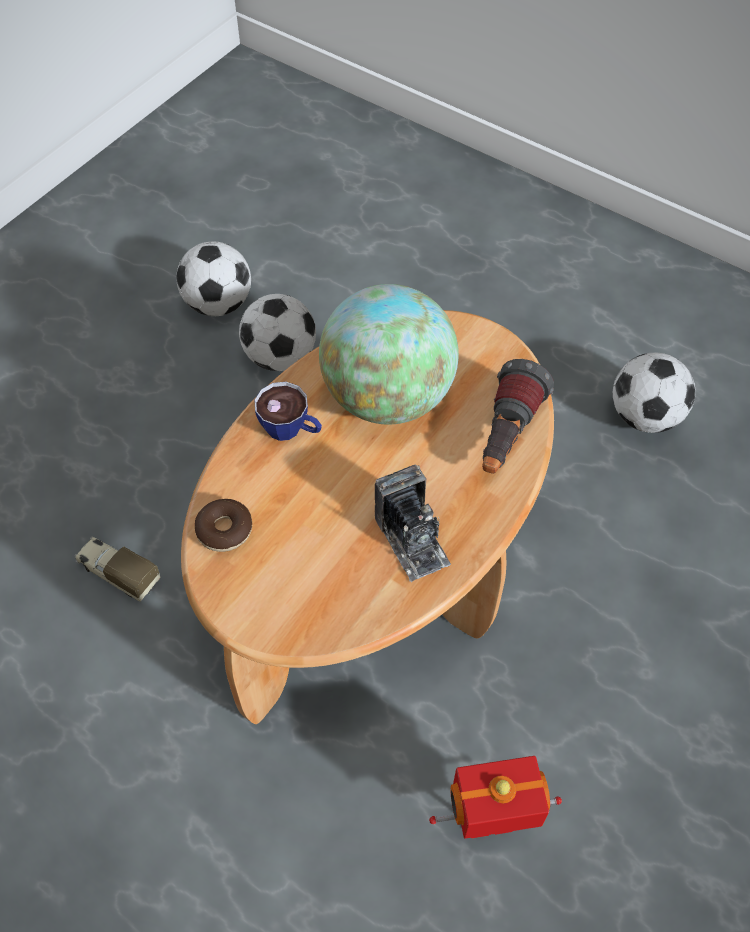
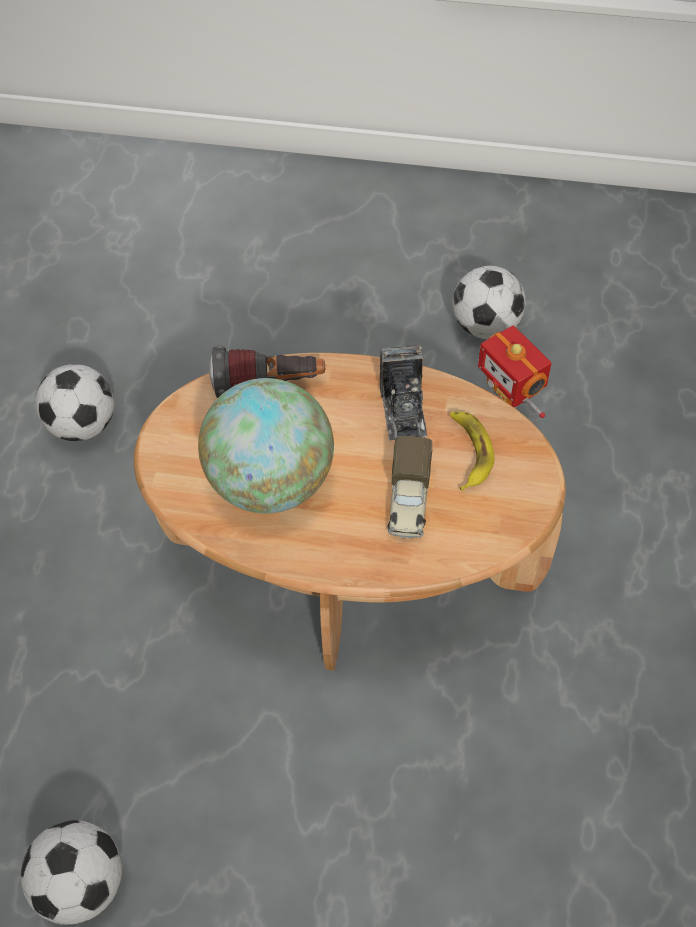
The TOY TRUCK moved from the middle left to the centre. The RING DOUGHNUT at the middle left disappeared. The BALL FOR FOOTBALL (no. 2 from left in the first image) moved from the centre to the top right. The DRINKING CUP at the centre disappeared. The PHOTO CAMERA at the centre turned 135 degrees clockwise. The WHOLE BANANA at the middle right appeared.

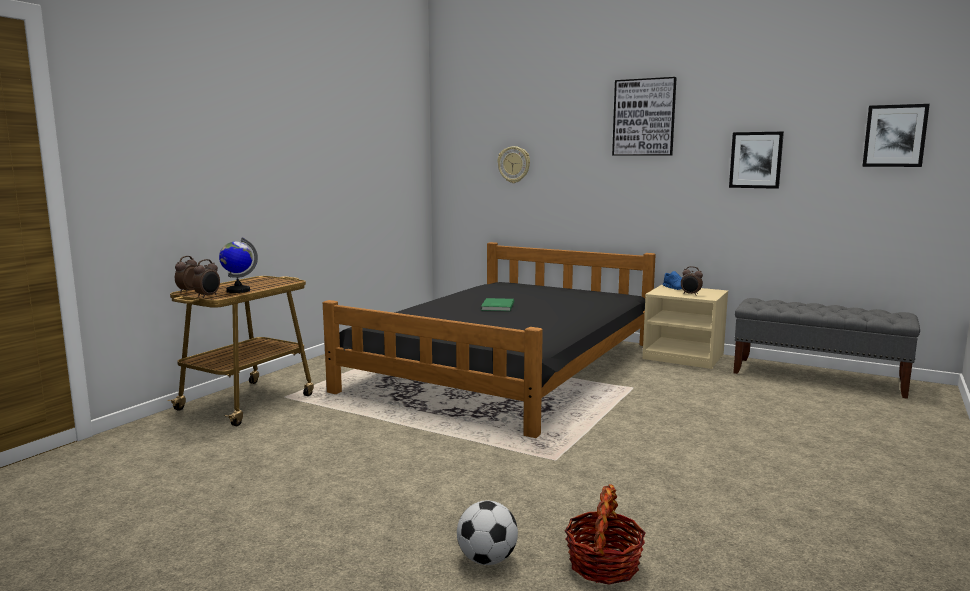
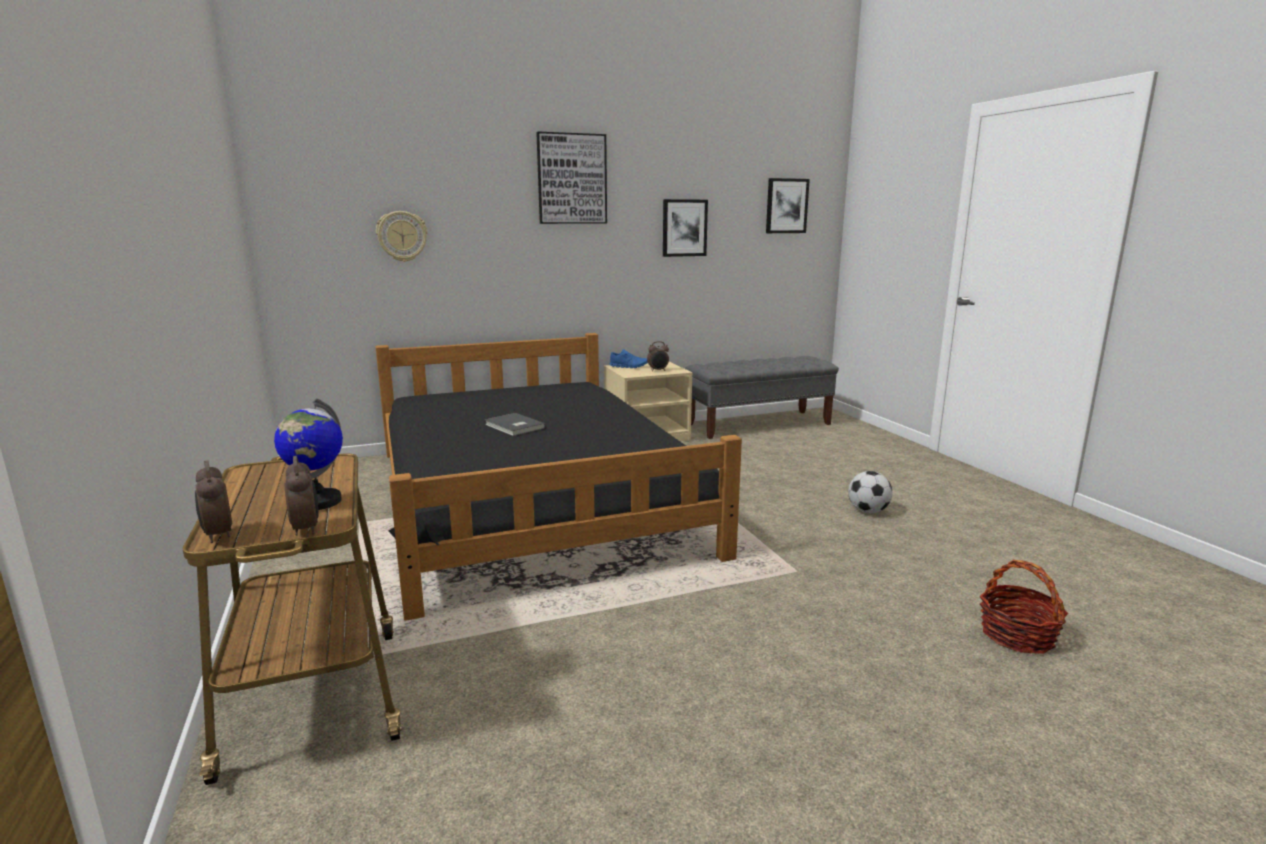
The BALL FOR FOOTBALL moved from the bottom centre to the middle right. The GREEN BOOK at the centre became the GREY BOOK at the centre.

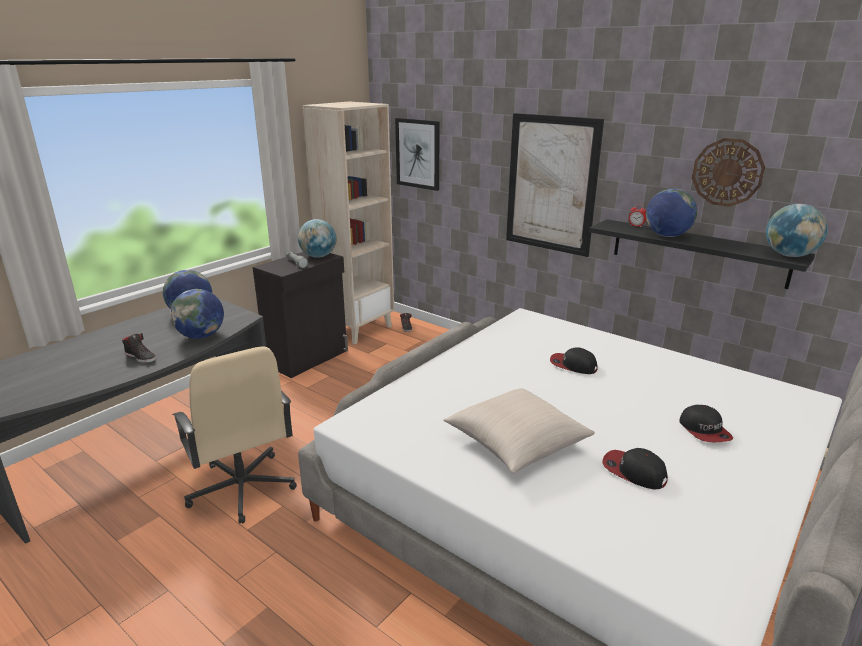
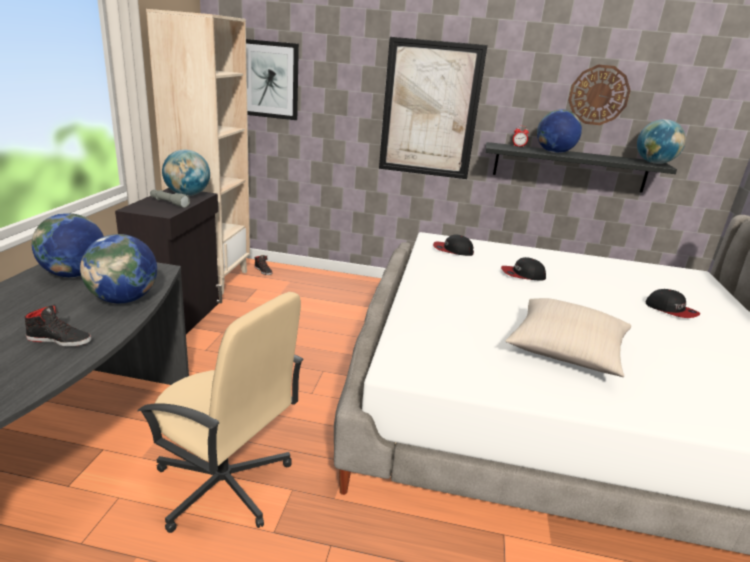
The CAP (no. 2 from left in the first image) moved from the bottom right to the centre.

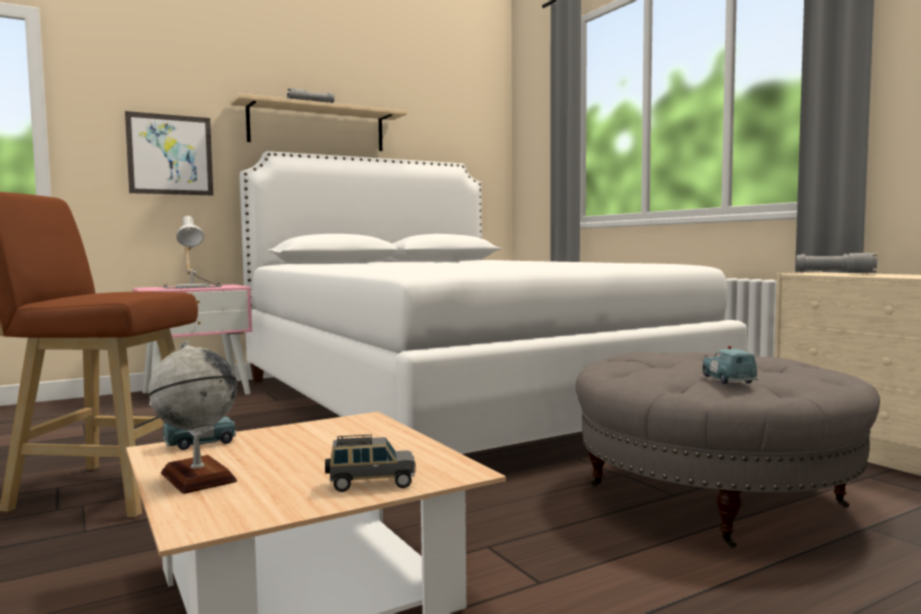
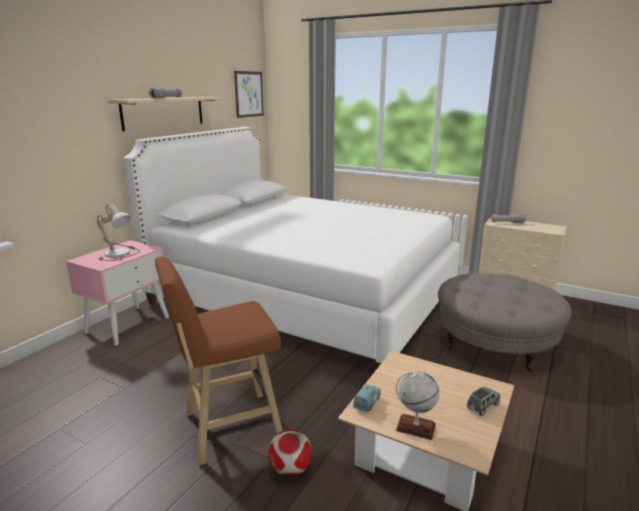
The WALL ART moved from the top left to the top centre. The BLUE TOY CAR (no. 2 from left) at the middle right disappeared. The BALL FOR FOOTBALL at the bottom centre appeared.

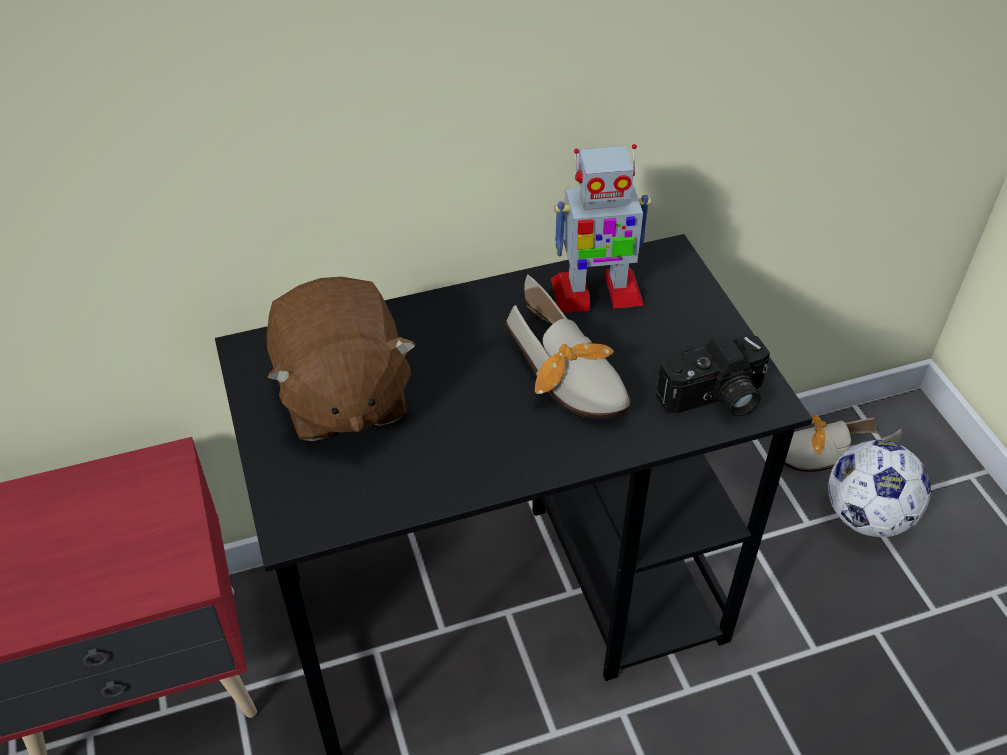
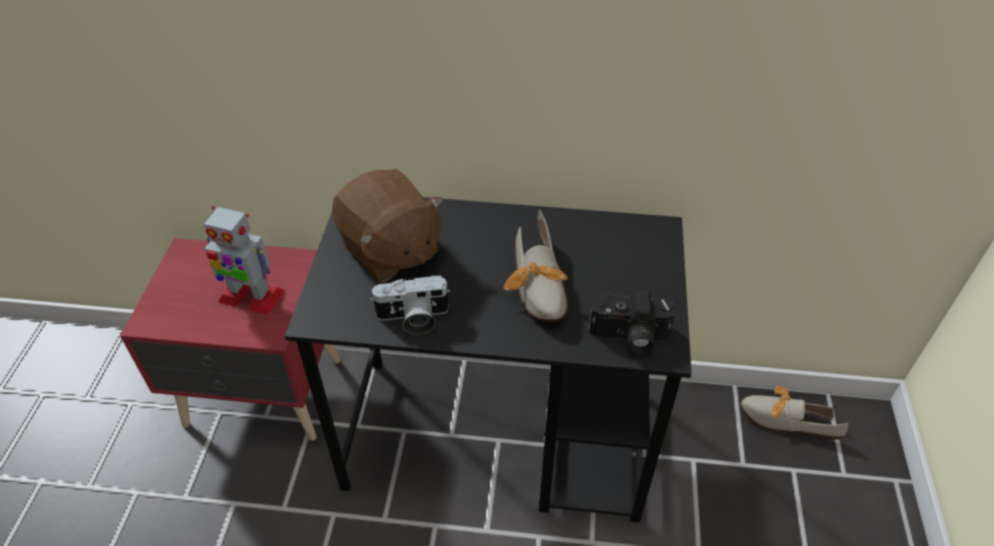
The BROWN-COLOURED PLUSH TOY at the centre turned 45 degrees counterclockwise. The ROBOT FIGURE moved from the top centre to the middle left. The BALL FOR FOOTBALL at the middle right disappeared. The PHOTO CAMERA (no. 1 from left) at the centre appeared.

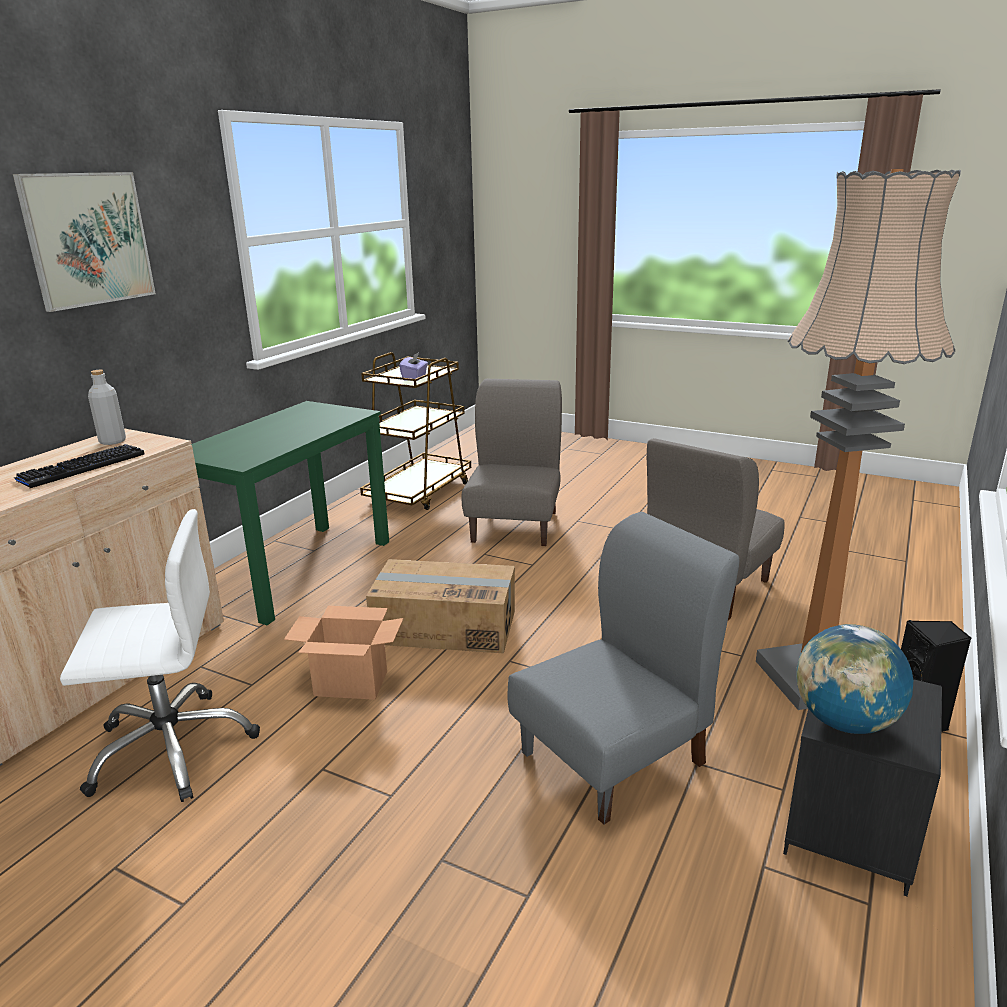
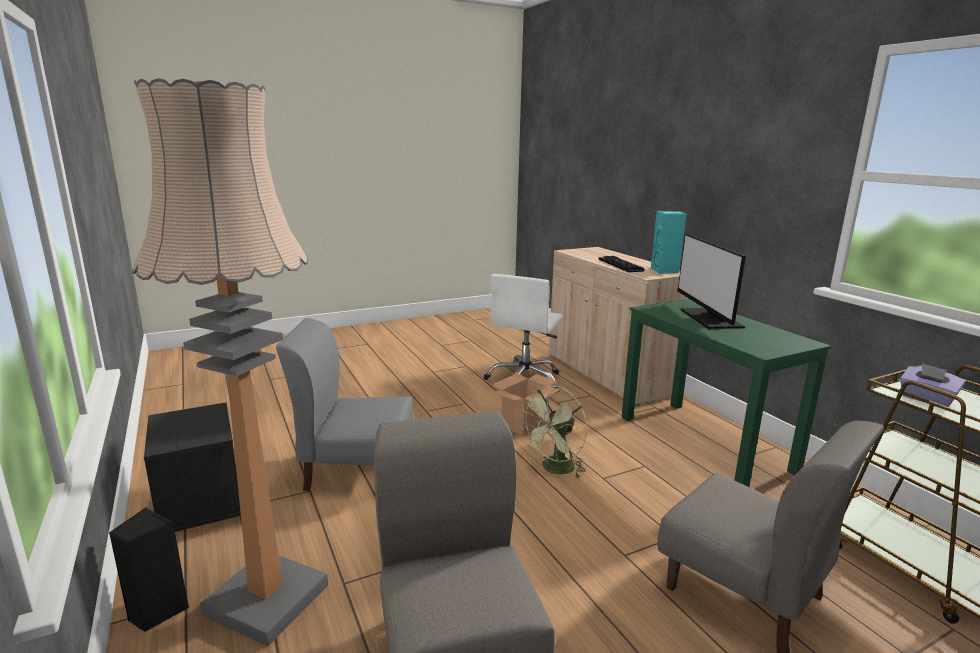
The WALL ART at the top left disappeared. The GREY BEVERAGE BOTTLE at the middle left was replaced by the TURQUOISE LOUDSPEAKER at the middle right. The CARTON (no. 2 from left) at the centre was replaced by the GREEN FAN at the centre. The GREY PLAIN CHAIR (no. 2 from left in the first image) at the centre turned 90 degrees clockwise. The DESK GLOBE at the bottom right disappeared. The MONITOR at the middle right appeared.

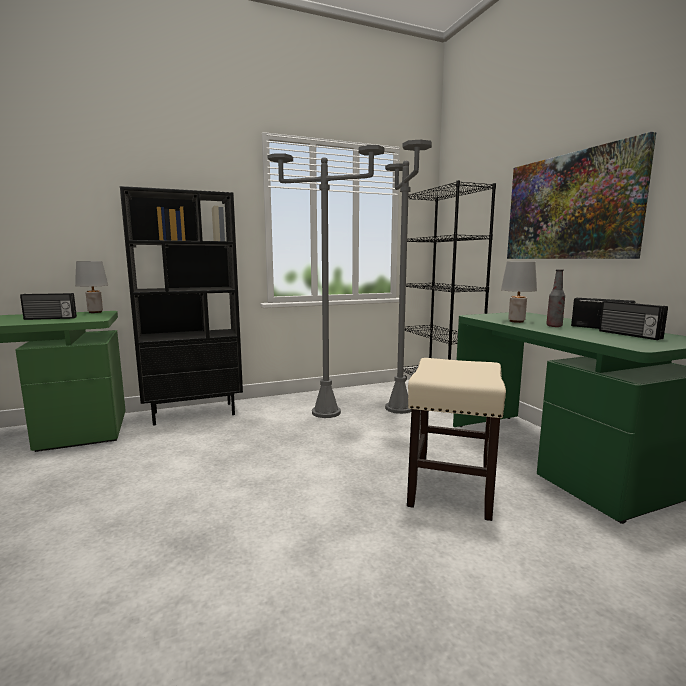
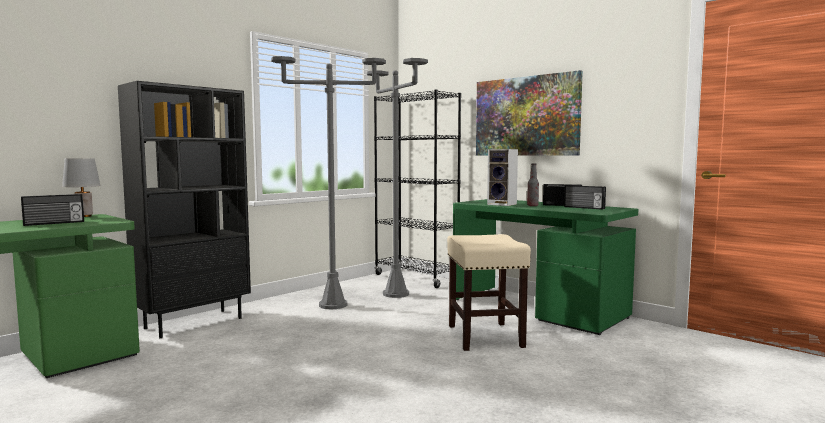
The GREY TABLETOP LAMP (no. 2 from left) at the middle right was replaced by the LOUDSPEAKER at the centre.

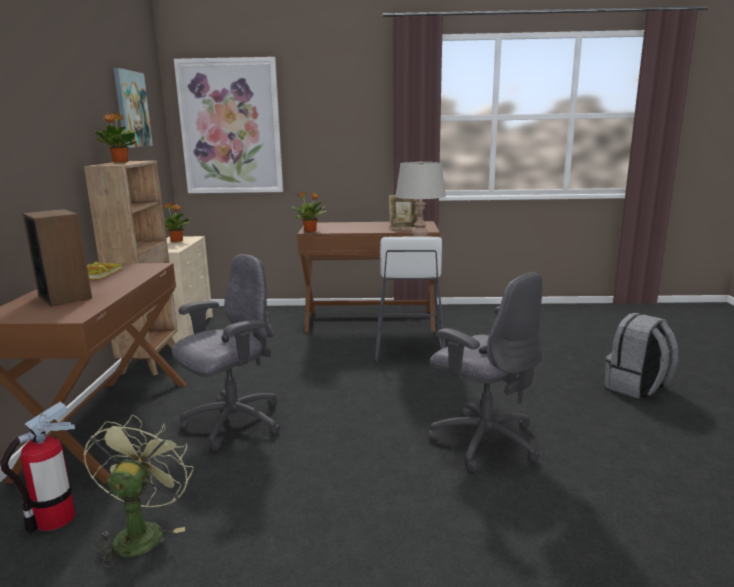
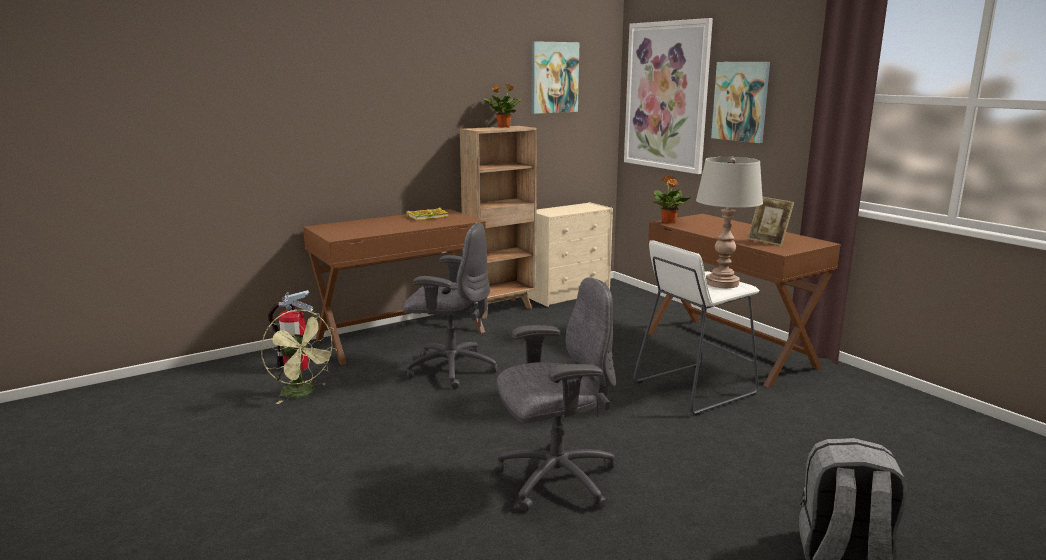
The LOUDSPEAKER at the middle left disappeared. The GREEN FAN at the bottom left turned 75 degrees clockwise. The POTTED PLANT (no. 2 from left) at the middle left disappeared. The GREY COMPUTER CHAIR (no. 2 from left) at the centre turned 120 degrees counterclockwise. The WALL ART (no. 3 from left) at the top right appeared.

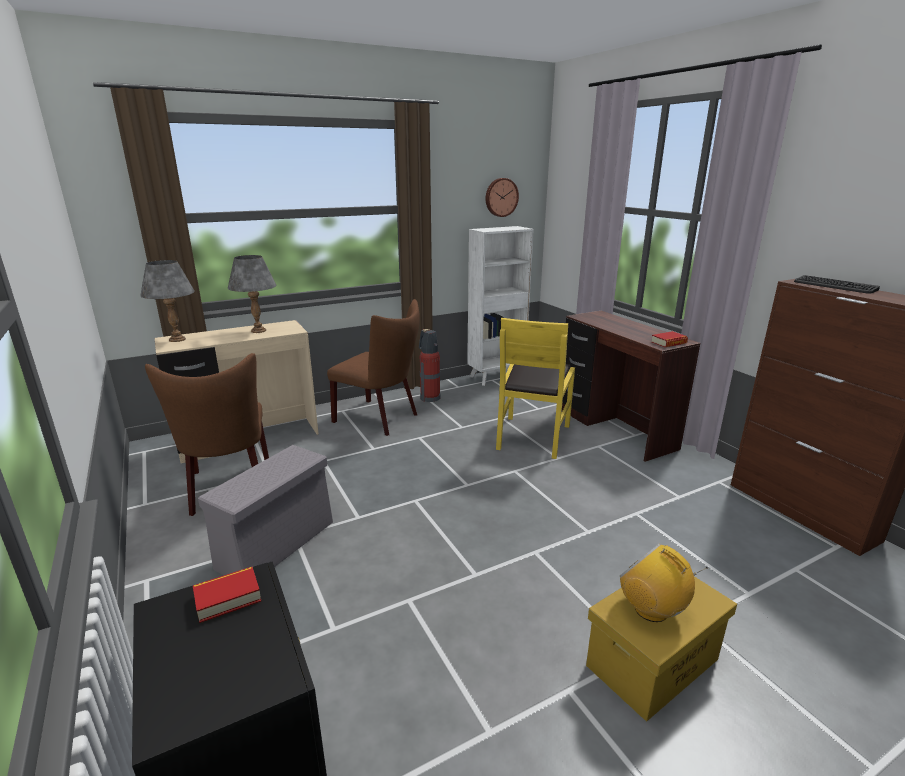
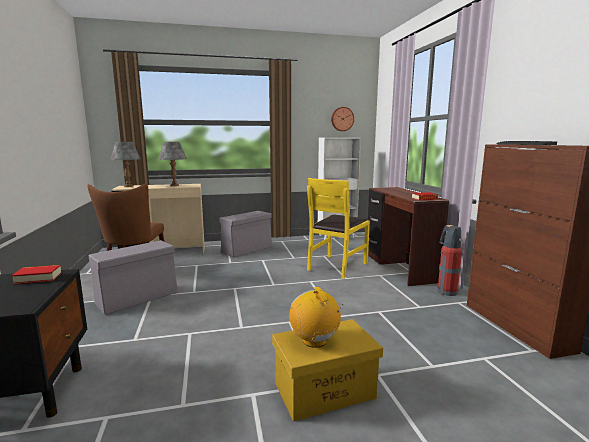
The BROWN-COLOURED PLAIN CHAIR (no. 2 from left) at the centre was replaced by the GREY STORAGE BIN (no. 2 from left) at the centre. The FIRE-FIGHTING CYLINDER moved from the centre to the middle right.

